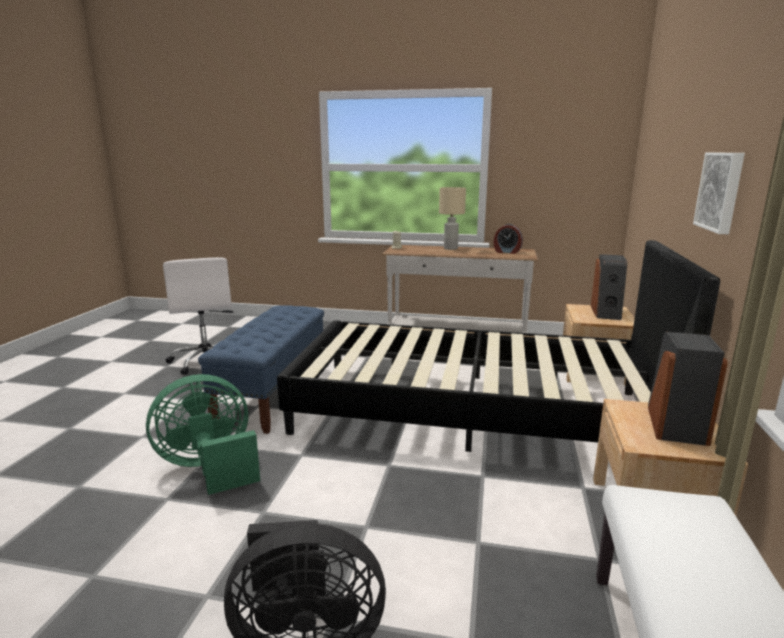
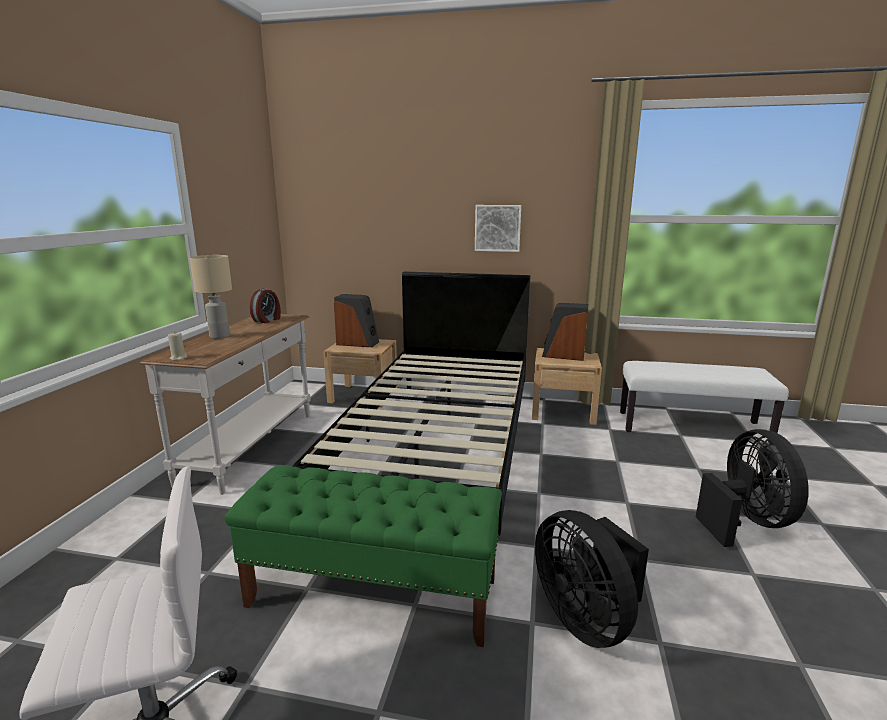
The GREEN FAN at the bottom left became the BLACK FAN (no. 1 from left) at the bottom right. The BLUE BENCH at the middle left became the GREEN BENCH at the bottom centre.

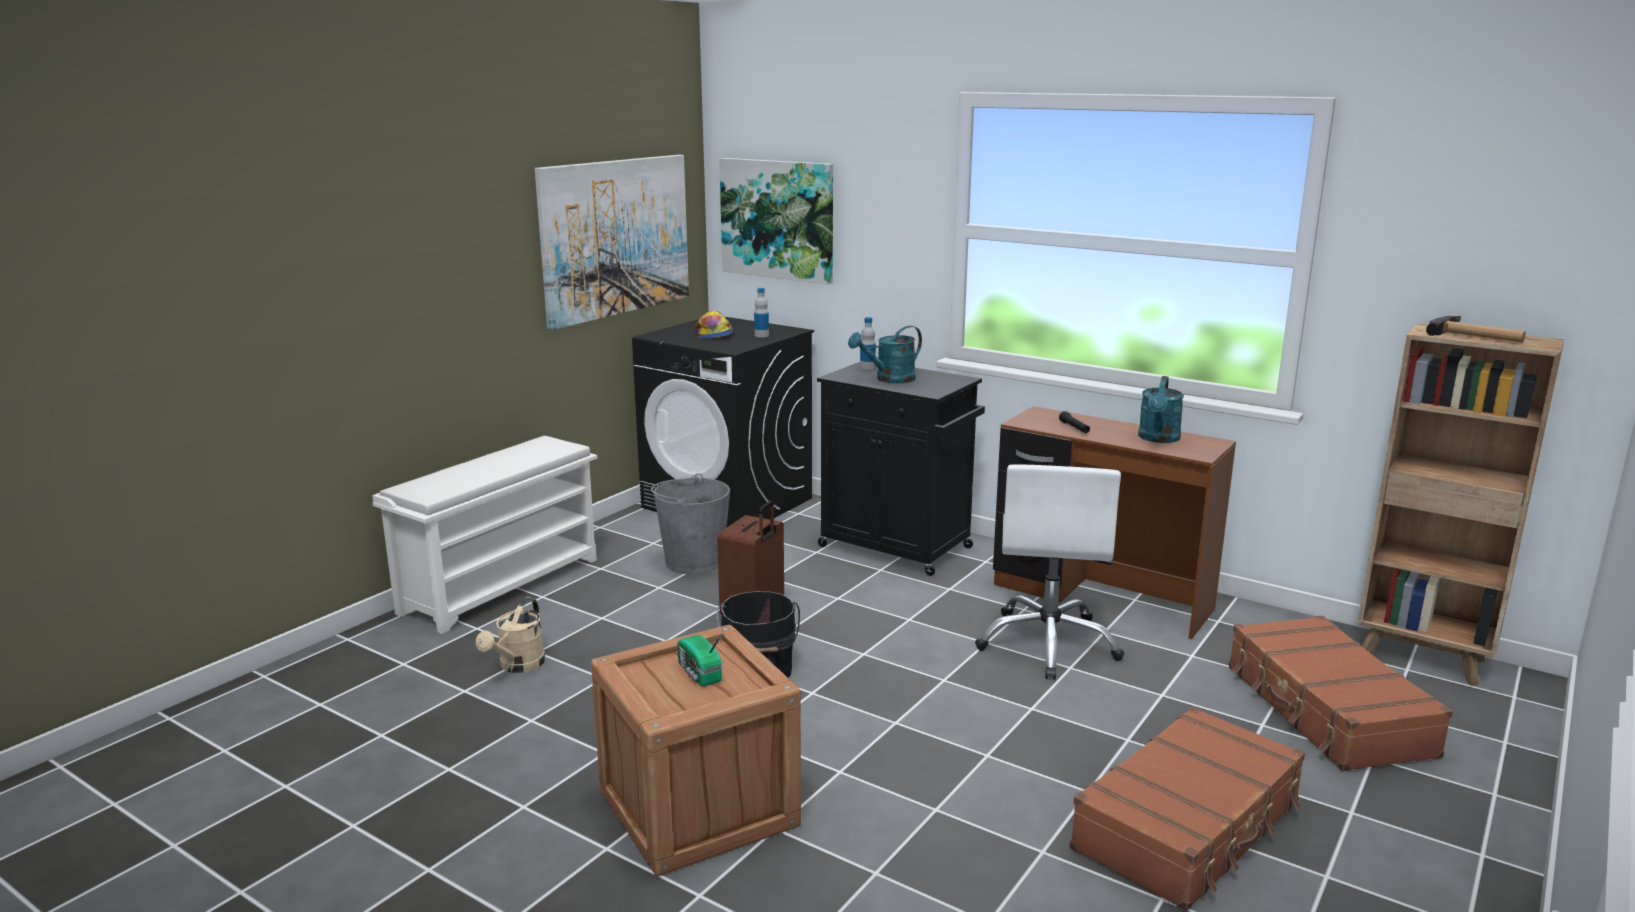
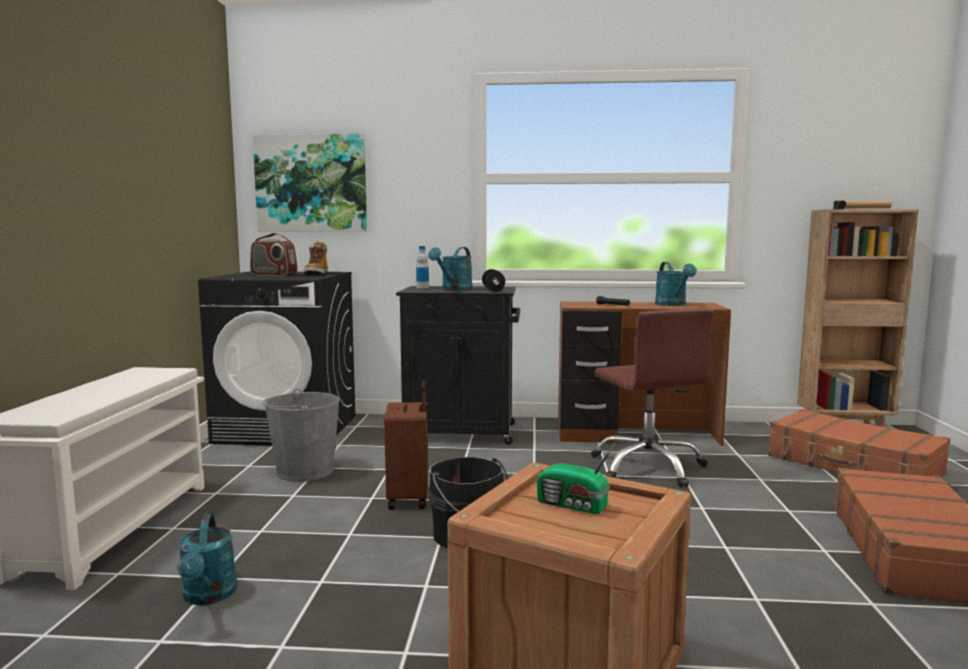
The BEIGE-COLOURED SPRINKLING CAN at the bottom left became the TURQUOISE SPRINKLING CAN (no. 1 from left) at the bottom left. The WALL ART (no. 1 from left) at the top centre disappeared. The CAP at the centre was replaced by the RADIO SET (no. 1 from left) at the middle left. The BEVERAGE BOTTLE (no. 1 from left) at the centre was replaced by the BOOT at the middle left. The WHITE COMPUTER CHAIR at the centre became the BROWN-COLOURED COMPUTER CHAIR at the middle right. The FREE WEIGHT at the centre appeared.

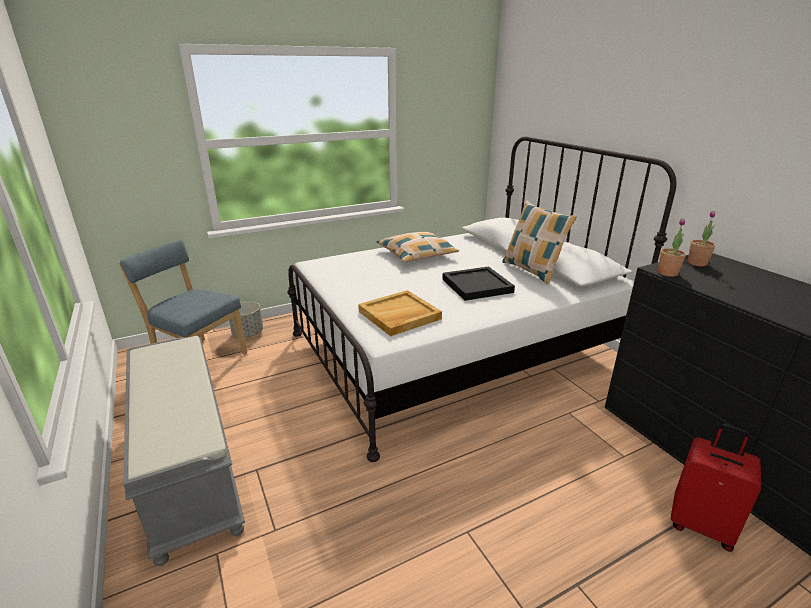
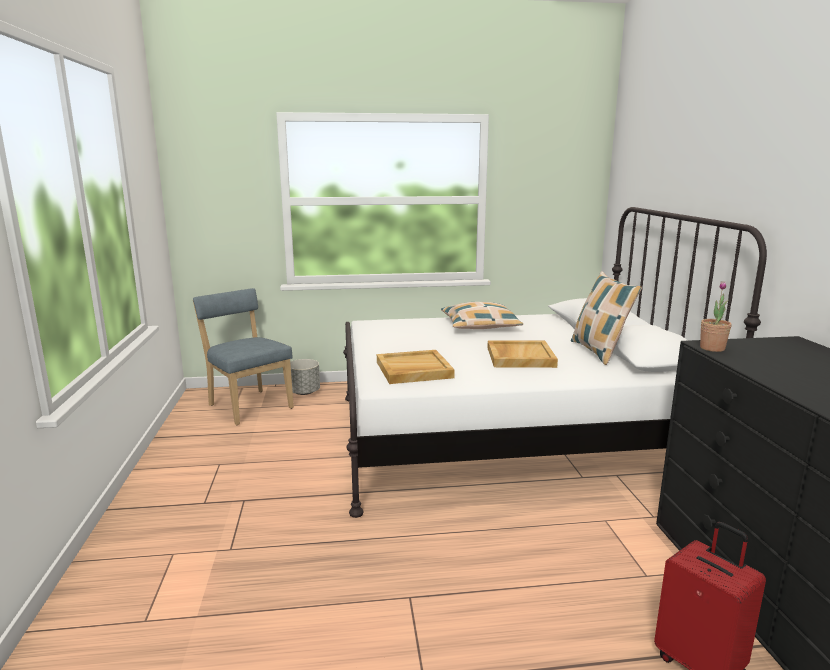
The GREY BENCH at the bottom left disappeared. The BLACK TRAY at the centre became the BEIGE-COLOURED TRAY (no. 2 from left) at the centre. The POTTED PLANT (no. 2 from left) at the middle right disappeared.

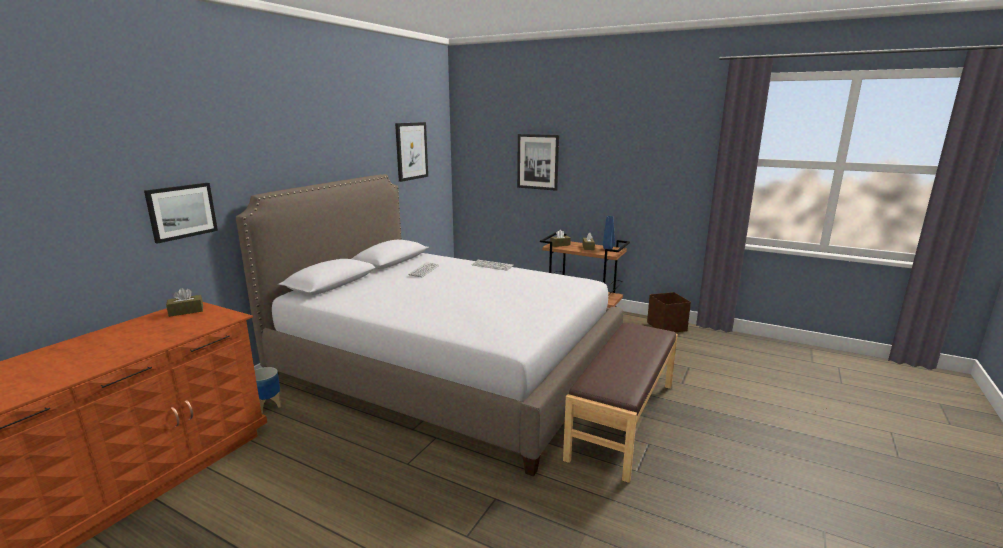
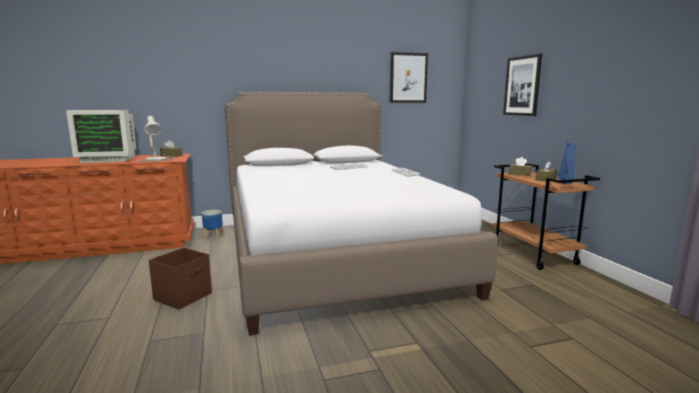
The WALL ART (no. 1 from left) at the middle left disappeared. The BROWN-COLOURED BENCH at the bottom centre disappeared. The BROWN-COLOURED STORAGE BIN moved from the middle right to the bottom left. The MONITOR at the middle left appeared. The TABLETOP LAMP at the middle left appeared.

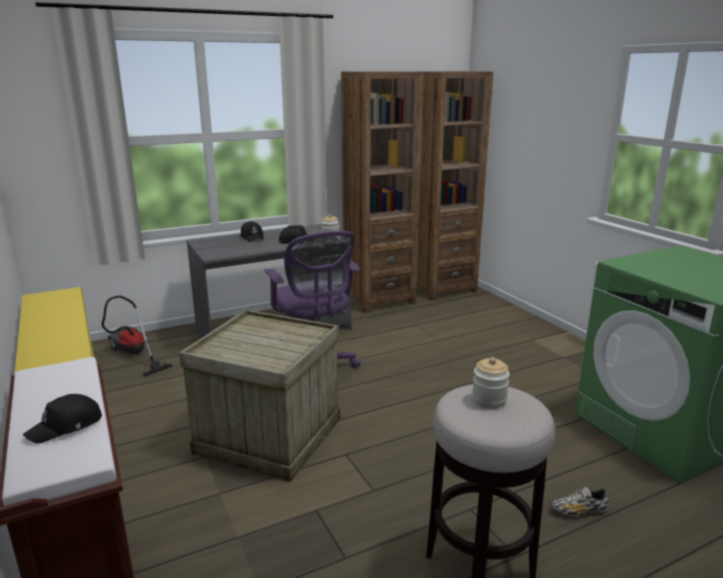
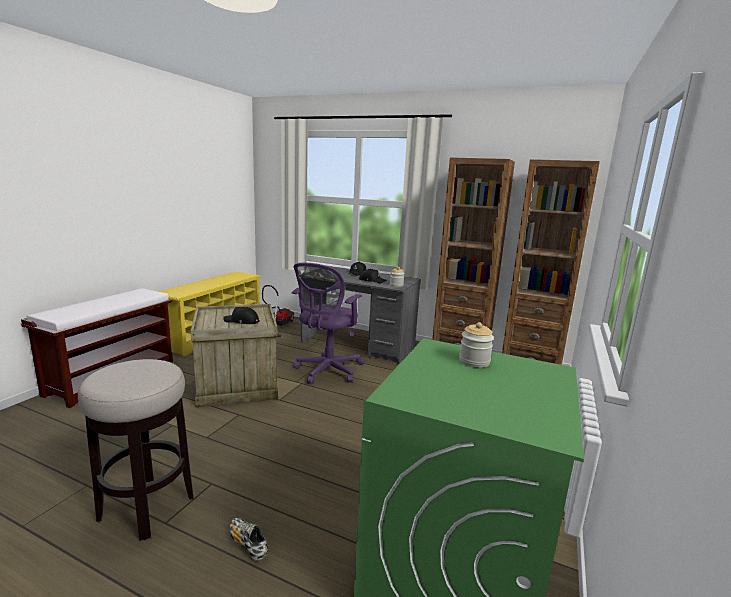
The BLACK CAP (no. 1 from left) moved from the bottom left to the middle left. The PRESERVE JAR (no. 2 from left) moved from the middle right to the centre.

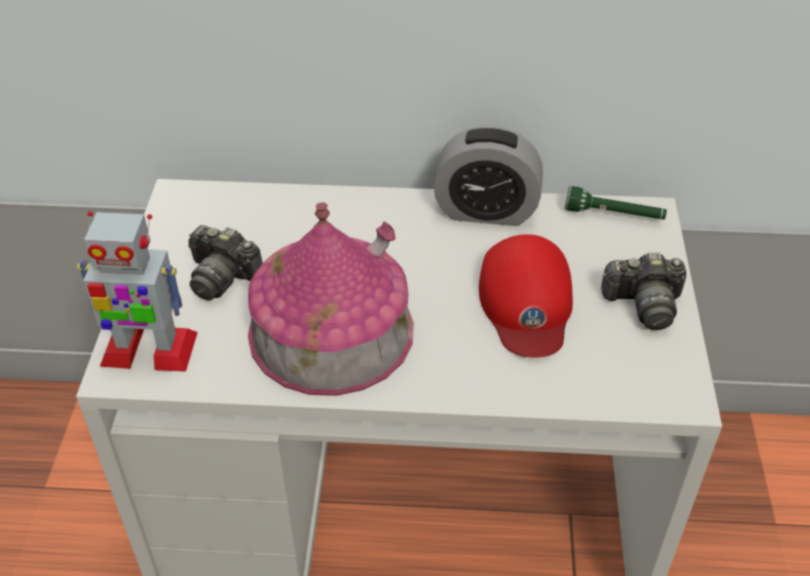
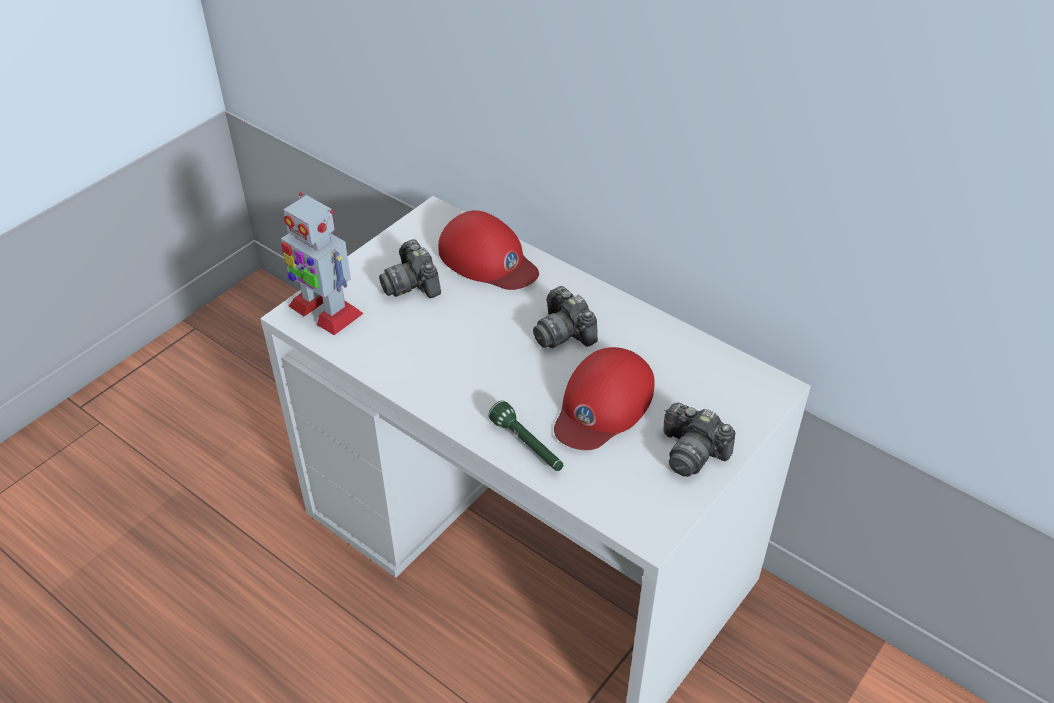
The MODEL HOUSE at the centre disappeared. The BEDSIDE CLOCK at the top centre disappeared. The GREEN FLASHLIGHT moved from the middle right to the centre. The RED CAP (no. 1 from left) at the centre appeared. The PHOTO CAMERA (no. 2 from left) at the centre appeared.

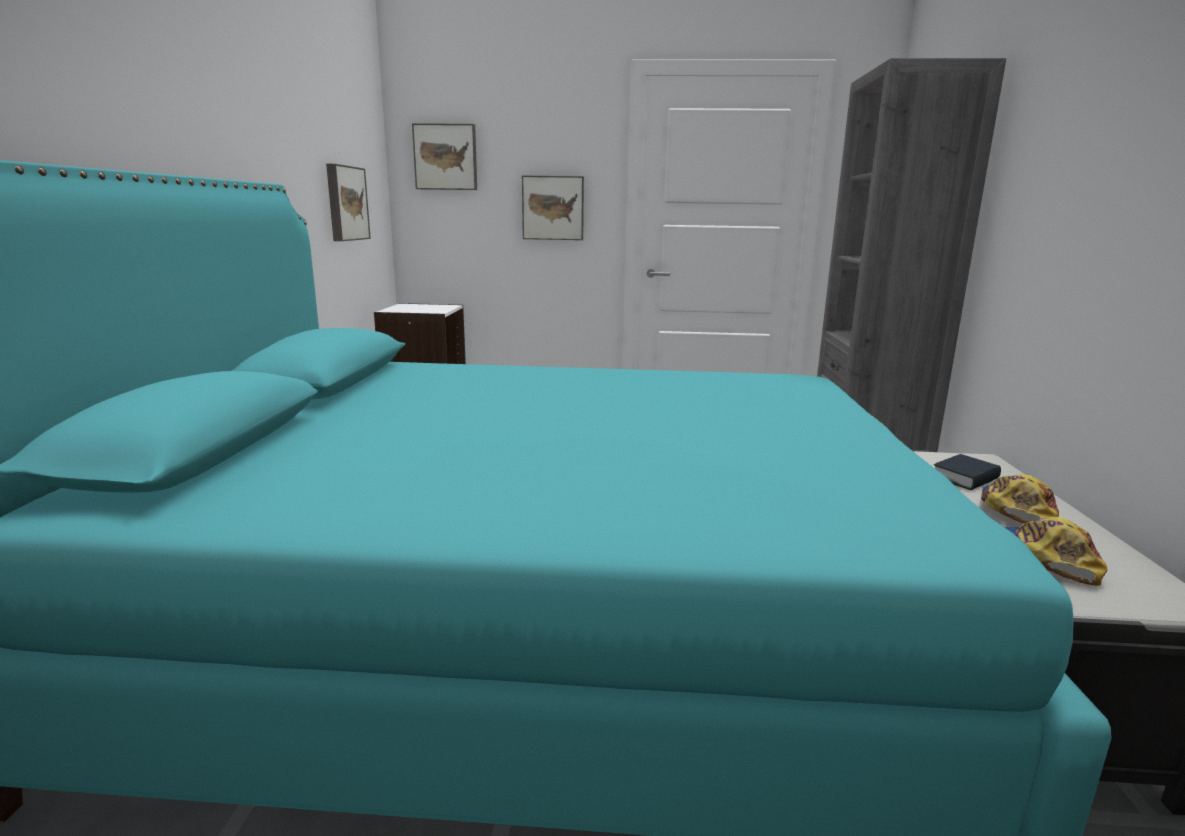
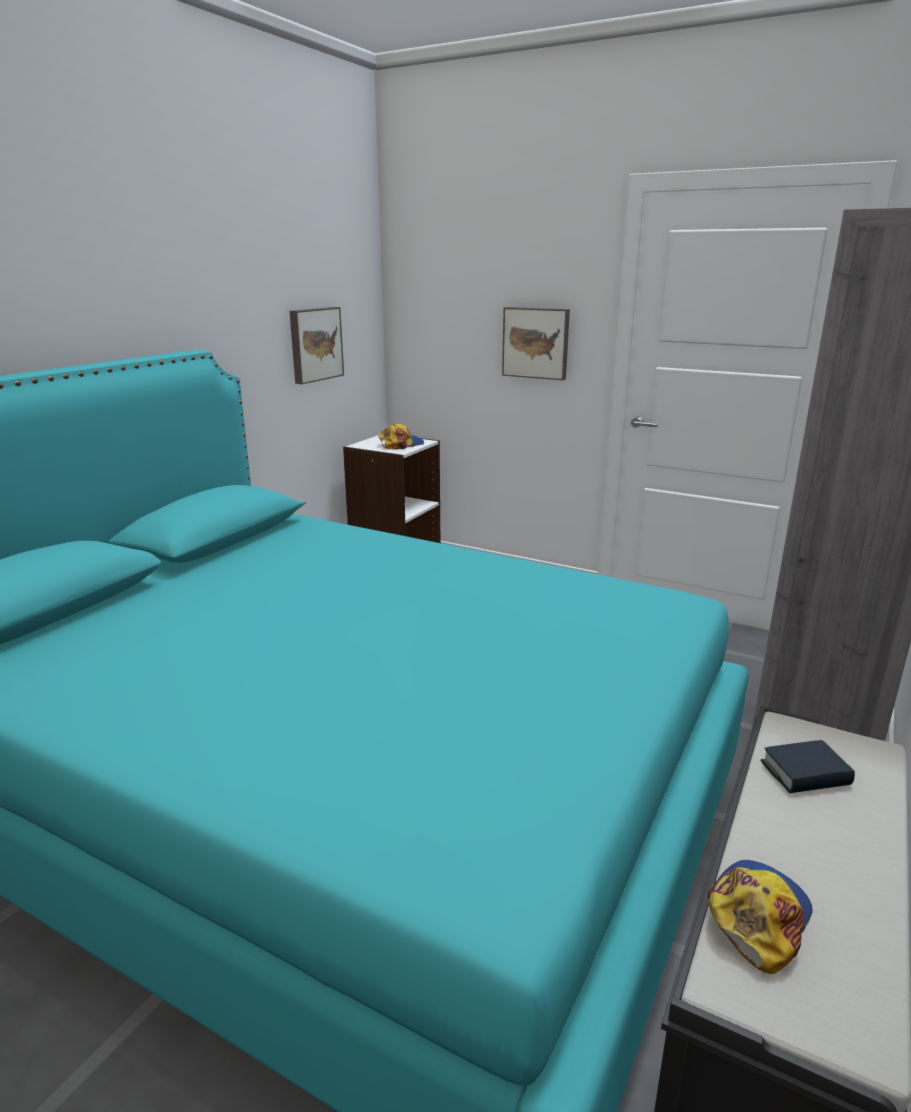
The WALL ART (no. 2 from left) at the top centre disappeared. The CAP (no. 1 from left) moved from the middle right to the centre.

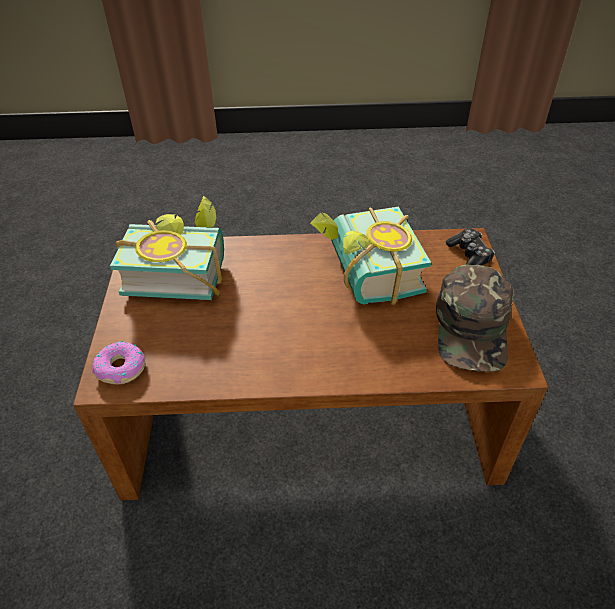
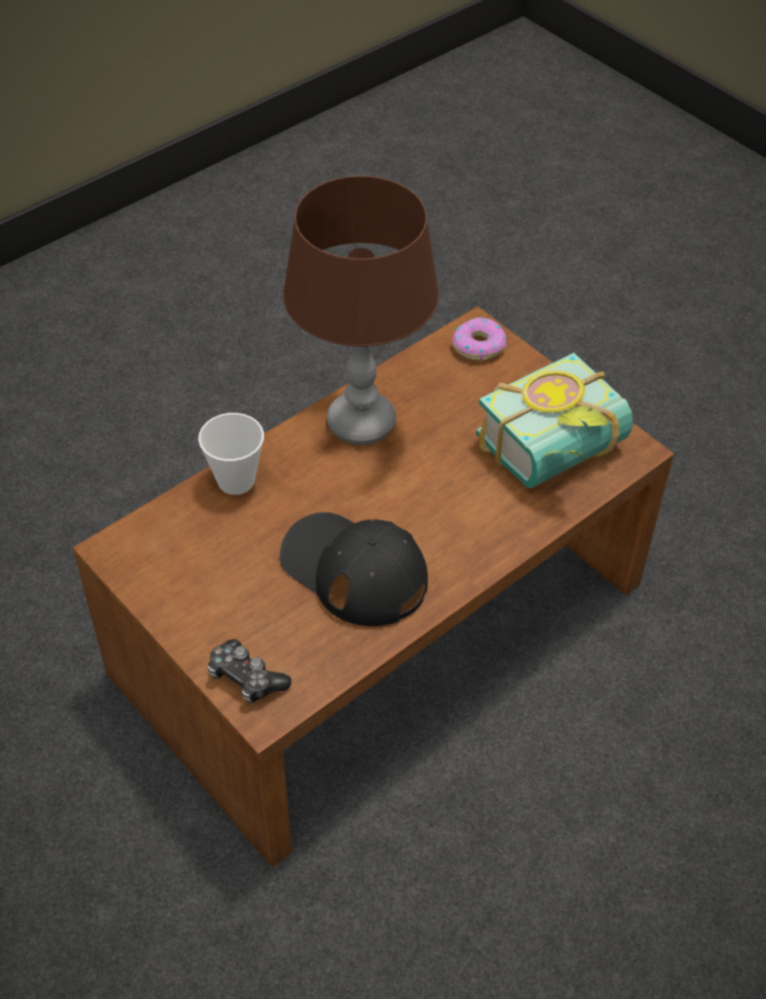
The BOOK (no. 2 from left) at the centre was replaced by the BLACK CAP at the centre. The GREEN CAP at the middle right disappeared. The DRINKING CUP at the middle left appeared. The BROWN-COLOURED TABLETOP LAMP at the top centre appeared.

